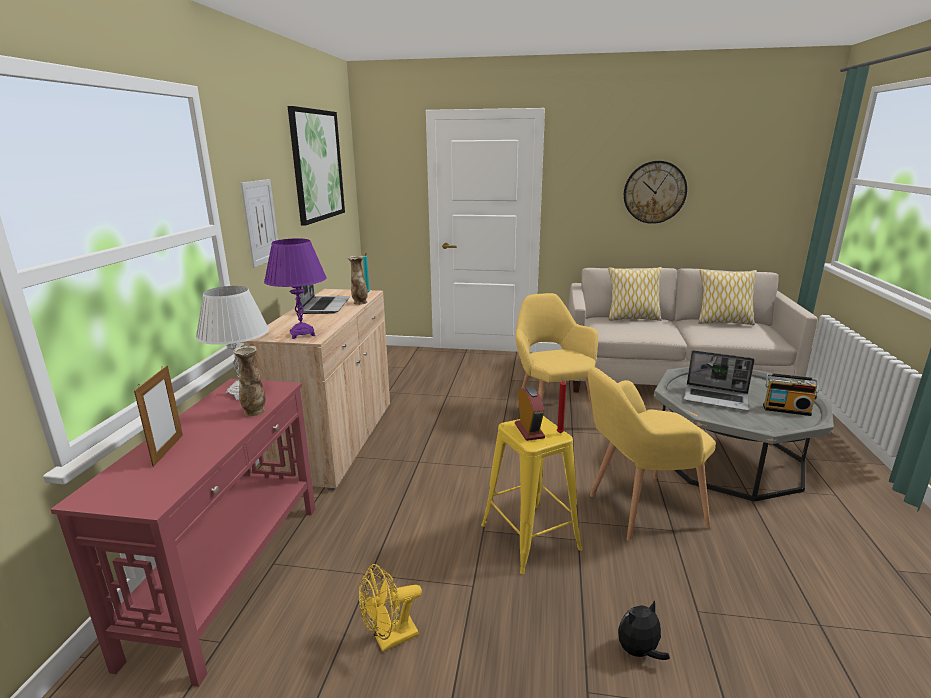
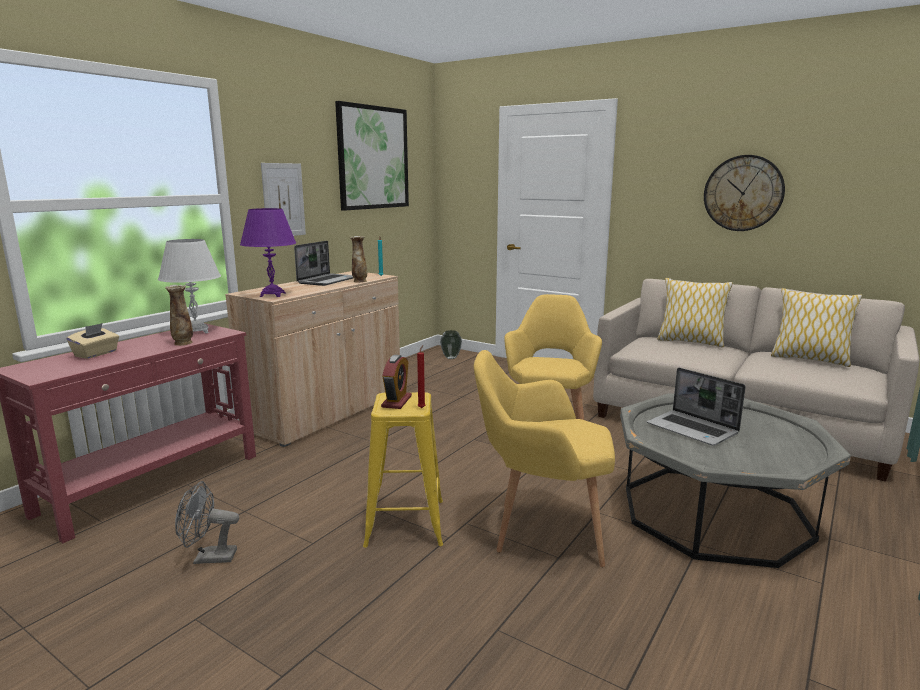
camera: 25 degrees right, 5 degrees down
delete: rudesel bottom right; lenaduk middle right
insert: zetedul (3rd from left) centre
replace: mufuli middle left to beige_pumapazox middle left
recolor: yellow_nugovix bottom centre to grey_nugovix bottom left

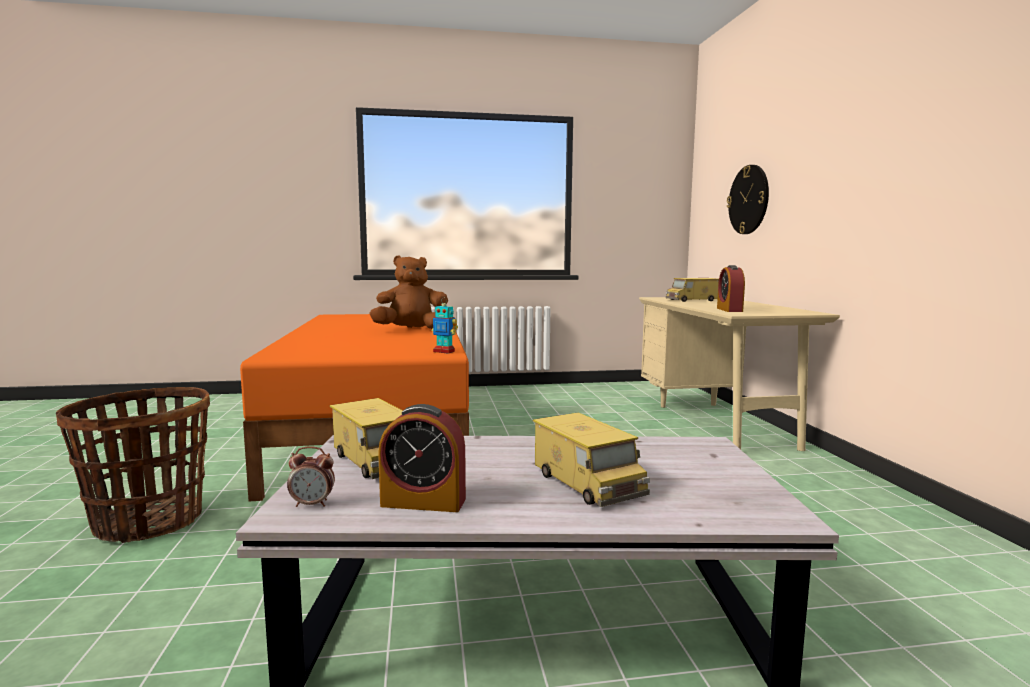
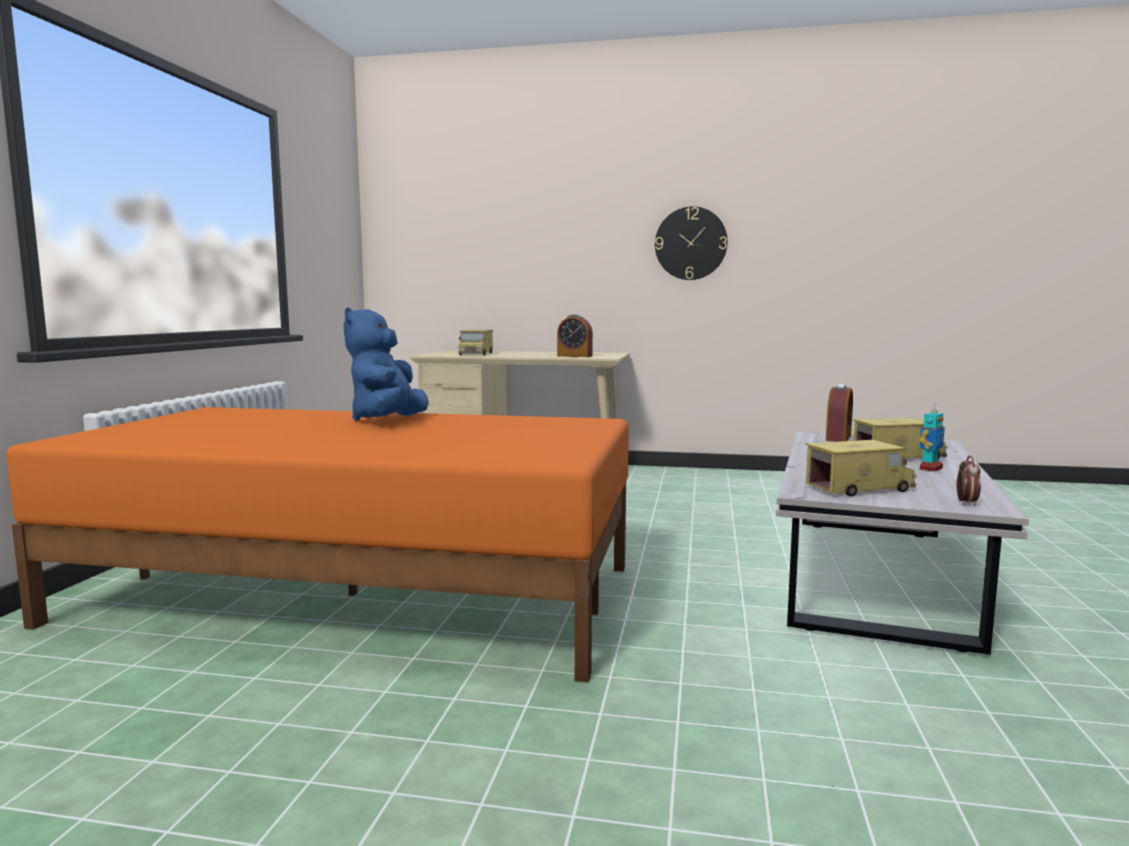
camera: 70 degrees left, 0 degrees up
delete: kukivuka bottom left
move: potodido (2nd from left) bottom centre to middle right; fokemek centre to middle right; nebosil top right to top centre
recolor: brown_rudesel centre to blue_rudesel centre

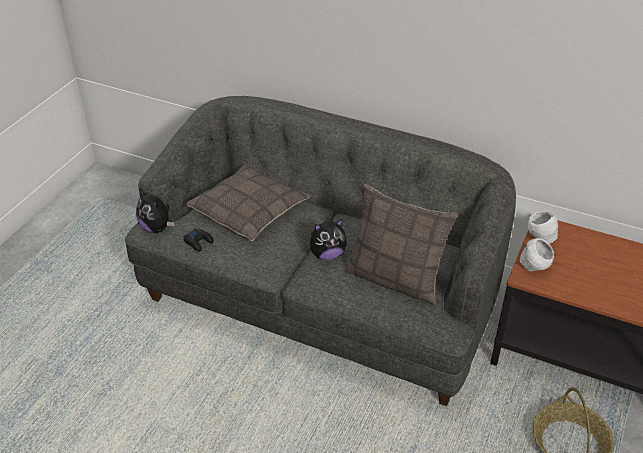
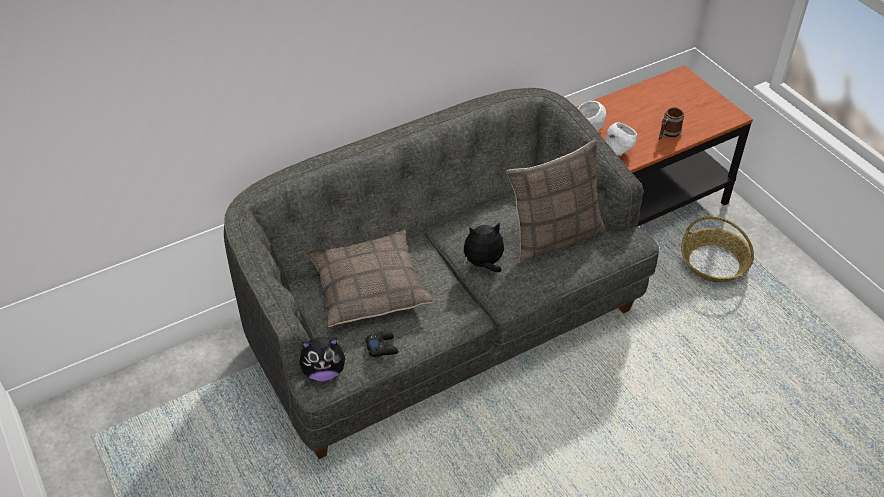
camera: 55 degrees left, 5 degrees up
insert: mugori top right
rotate: rudesel (2nd from left) centre = centre 120 degrees counterclockwise

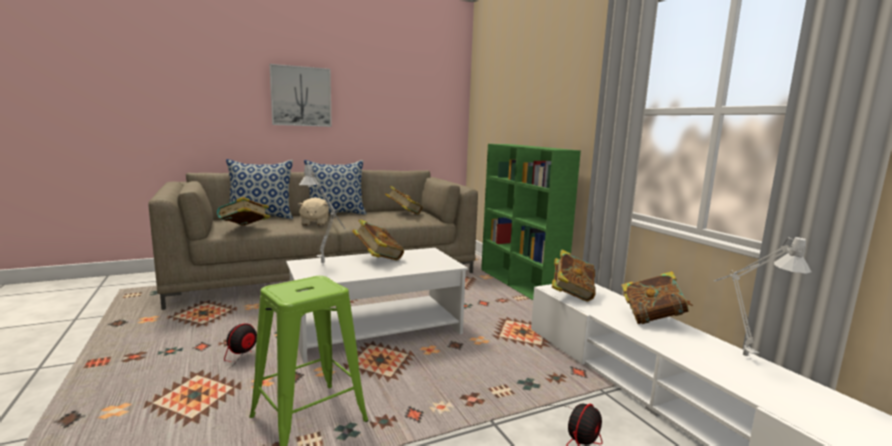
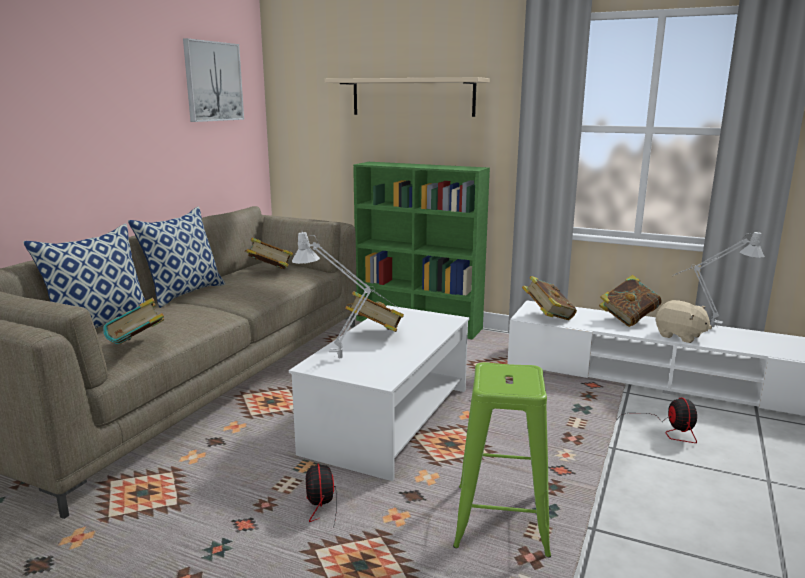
camera: 40 degrees left, 5 degrees up
insert: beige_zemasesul top centre
move: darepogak top centre to top left; beige_rudesel centre to middle right

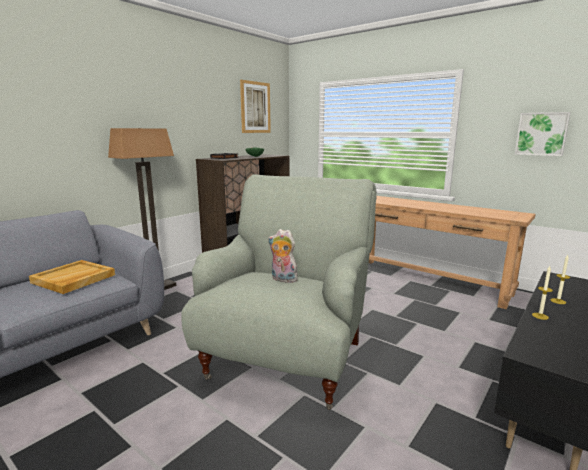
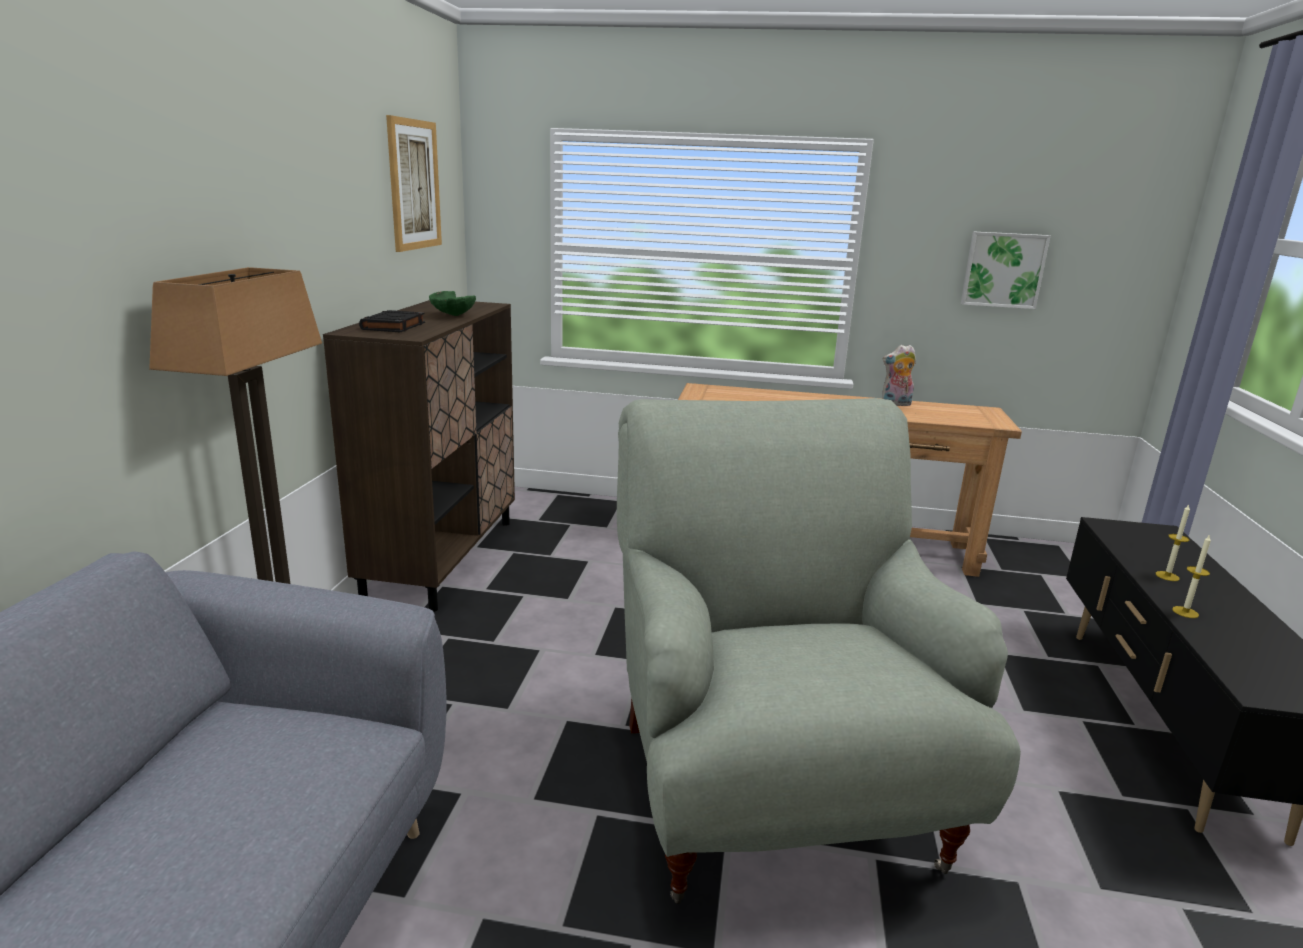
camera: 30 degrees left, 5 degrees up
delete: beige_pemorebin middle left
move: rudesel centre to middle right

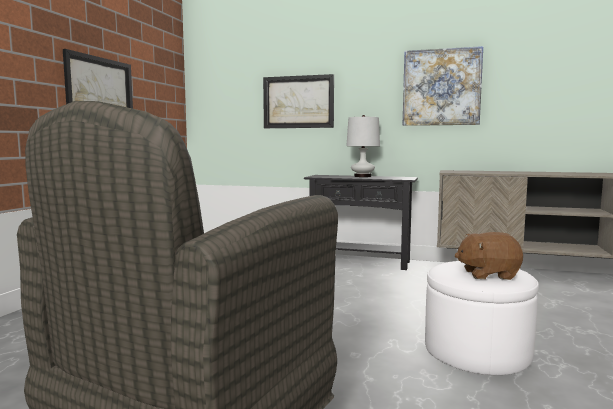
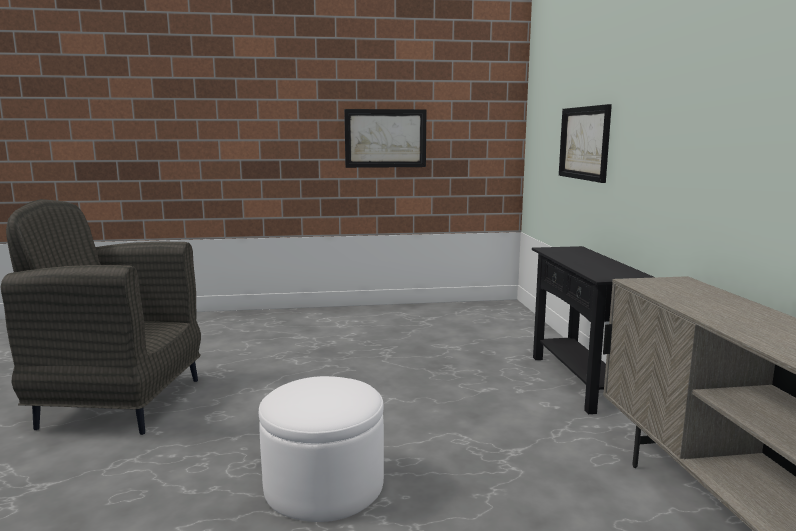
camera: 65 degrees right, 5 degrees up
delete: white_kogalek centre; darepogak (3rd from left) top right; brown_rudesel middle right

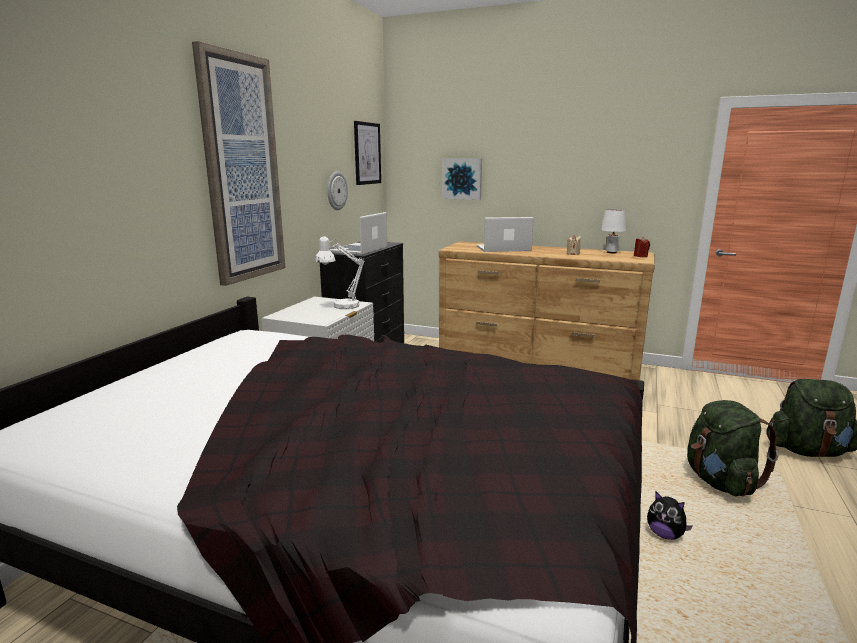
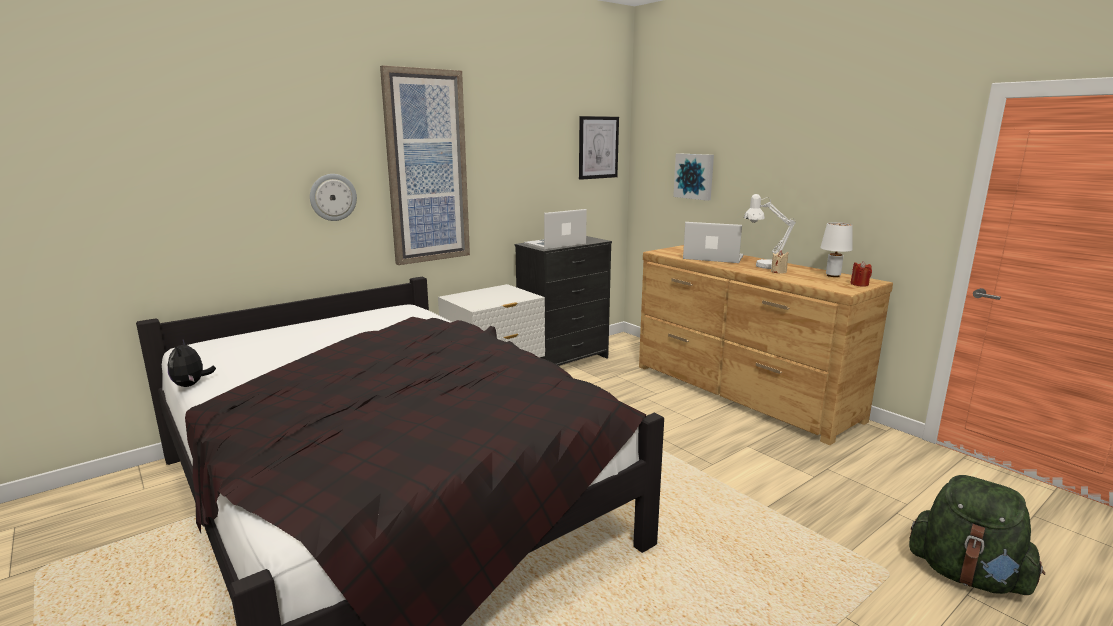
camera: 30 degrees right, 0 degrees up
delete: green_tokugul (1st from left) bottom right
move: white_kogalek (1st from left) centre to middle right; nebosil top centre to top left; rudesel bottom right to middle left

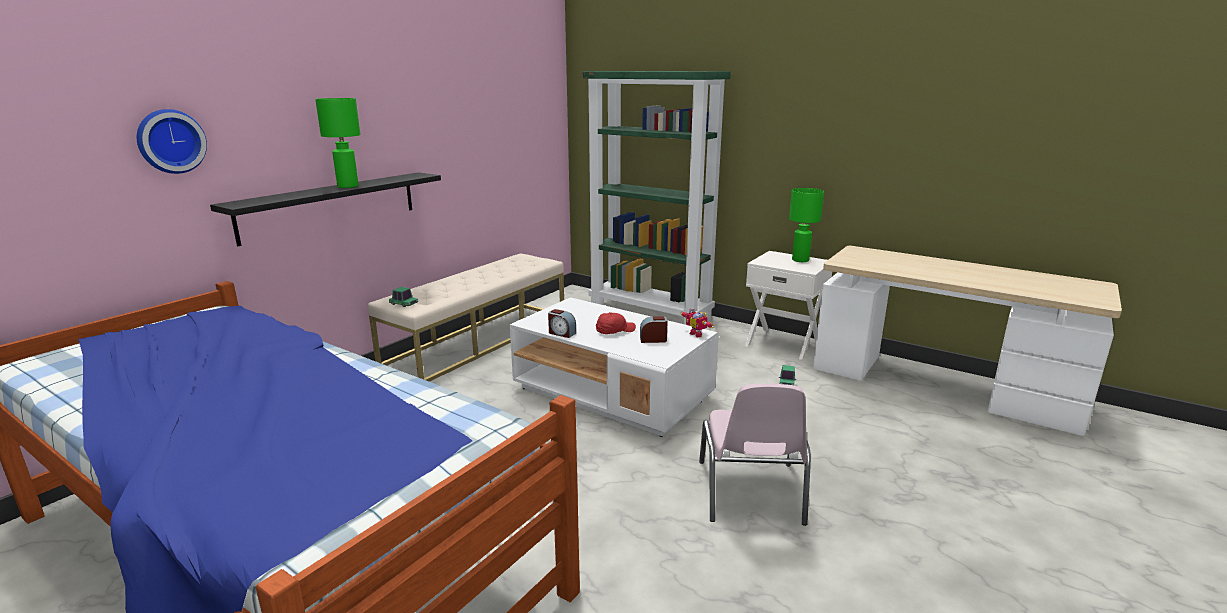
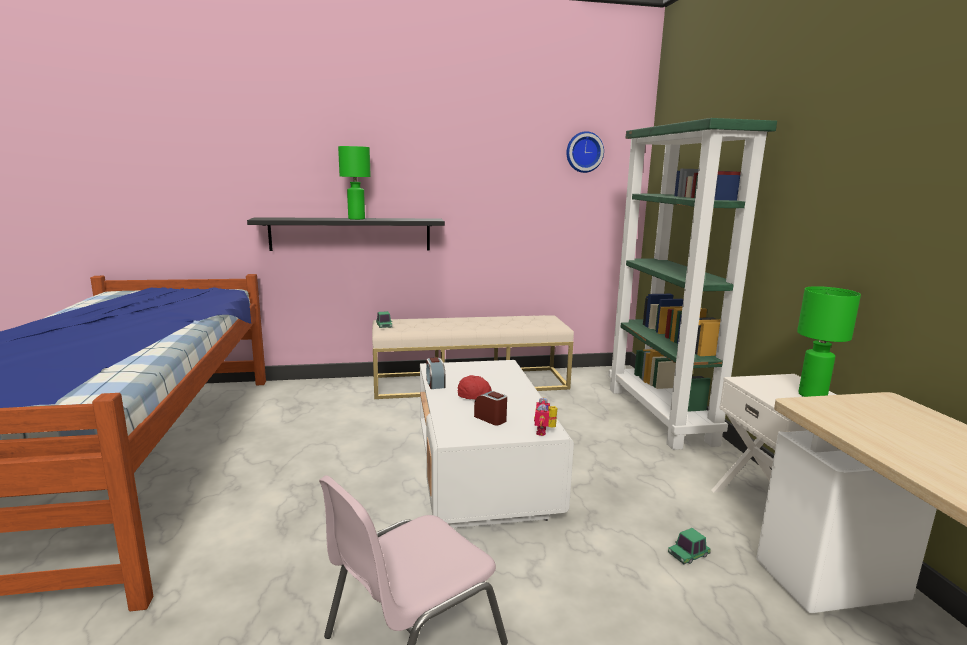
camera: 45 degrees right, 5 degrees down
move: nebosil top left to top centre

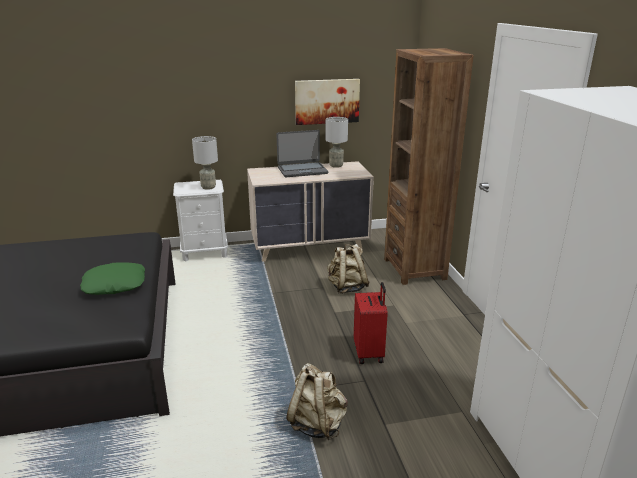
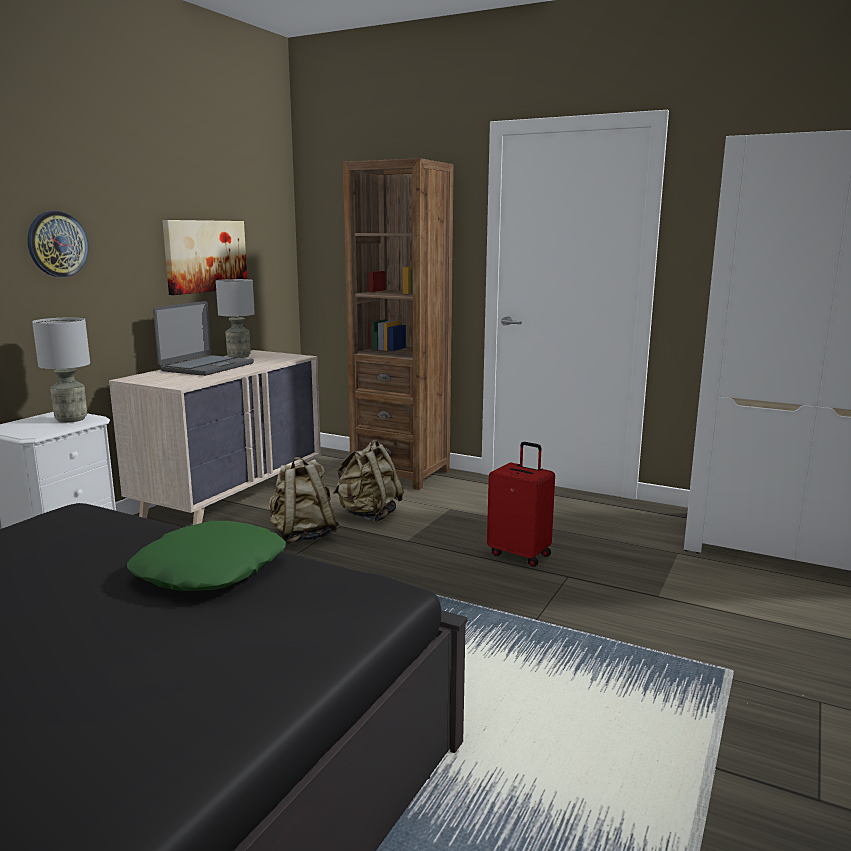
camera: 50 degrees left, 10 degrees down
insert: nebosil top left
move: beige_tokugul (1st from left) bottom centre to centre

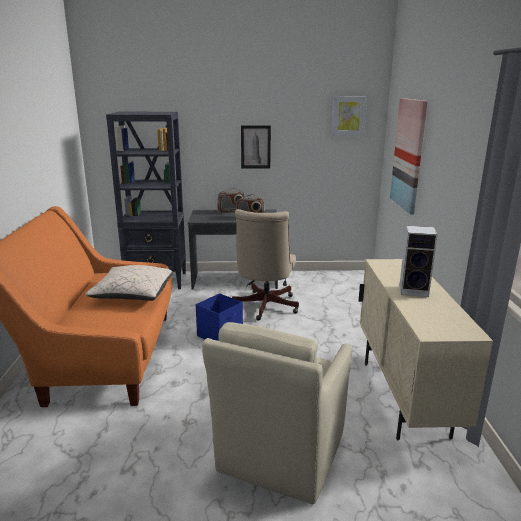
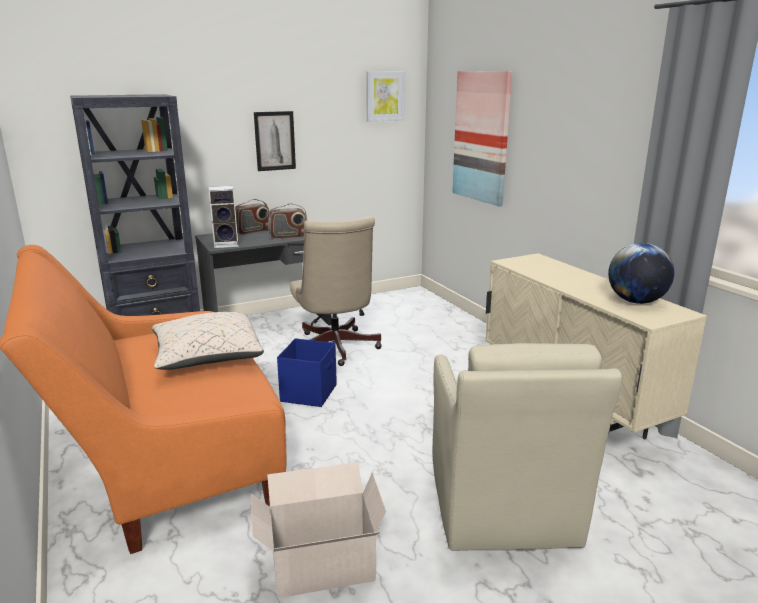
camera: 25 degrees left, 0 degrees up
insert: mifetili bottom centre; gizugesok middle right
move: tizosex middle right to middle left

